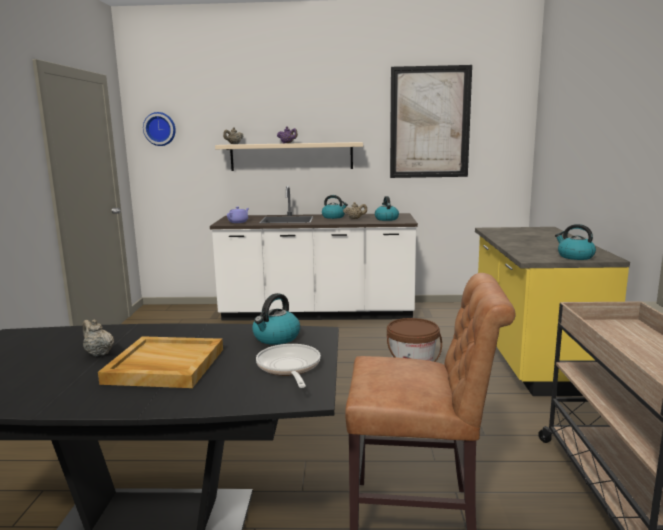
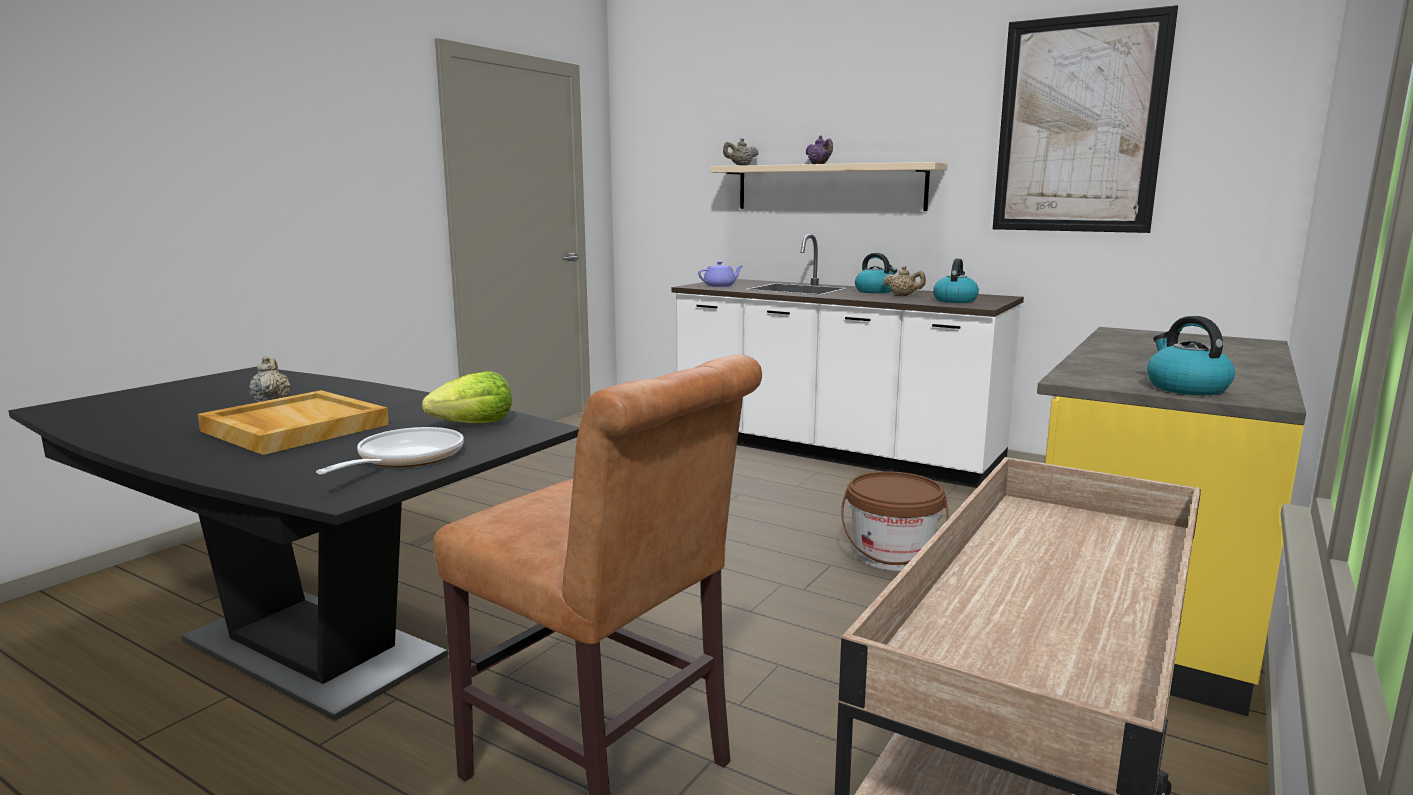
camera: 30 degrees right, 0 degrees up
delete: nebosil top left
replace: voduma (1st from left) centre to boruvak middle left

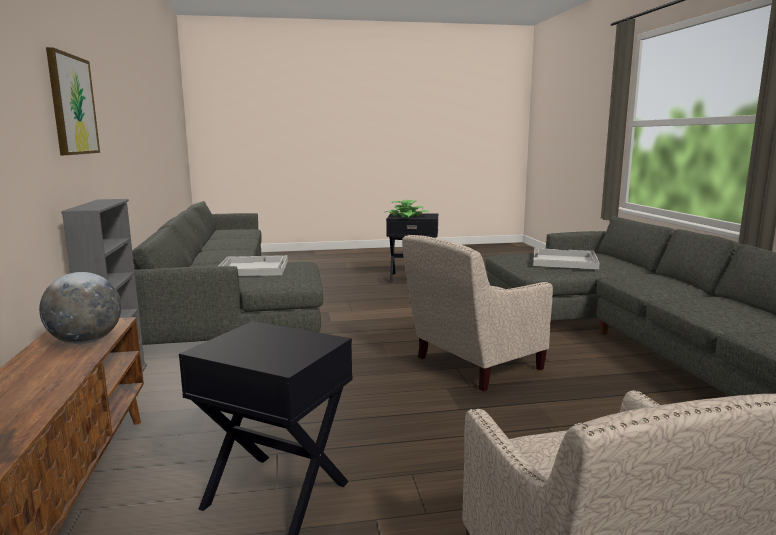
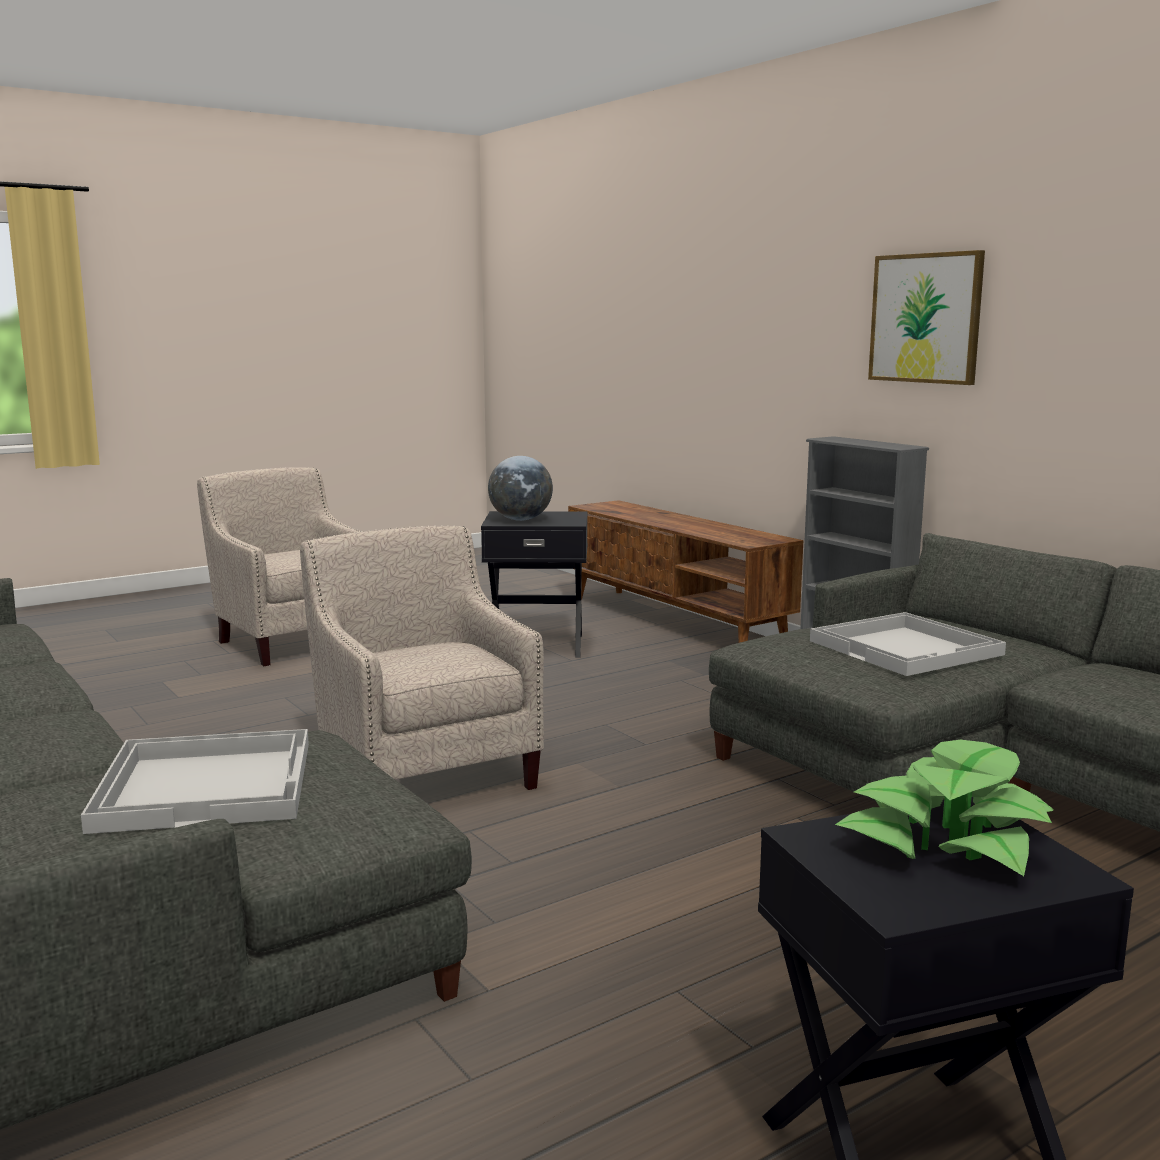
camera: 155 degrees right, 0 degrees up
move: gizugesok middle left to centre
rotate: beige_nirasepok (1st from left in the first image) centre = centre 60 degrees counterclockwise

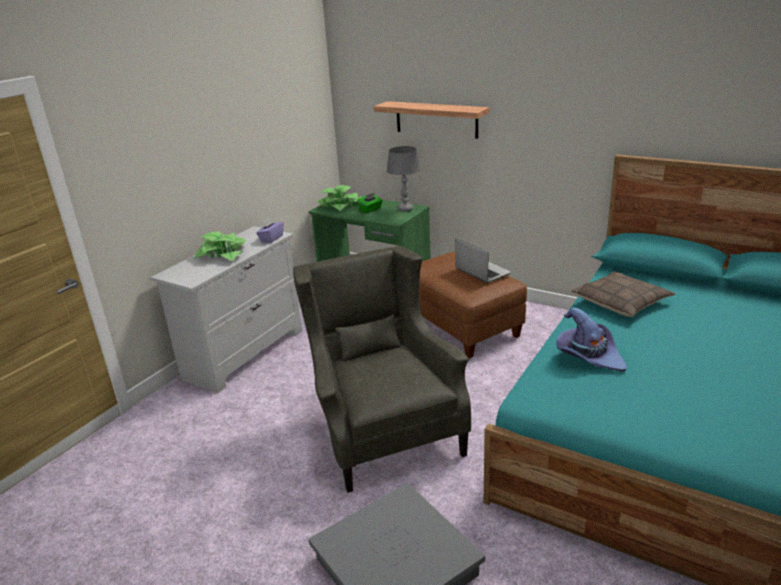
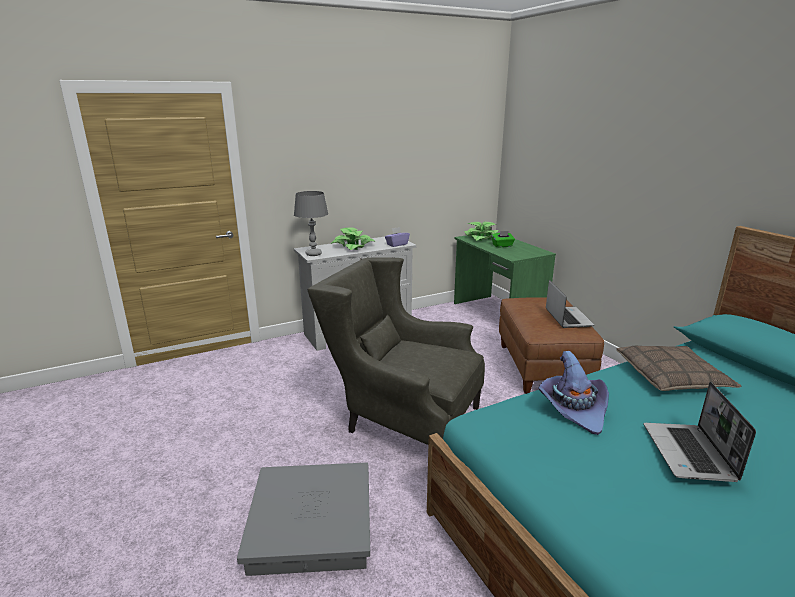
camera: 30 degrees right, 5 degrees down
delete: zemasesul top centre
insert: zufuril (2nd from left) bottom right
move: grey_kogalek top centre to centre
rotate: grey_nirasepok centre = centre 75 degrees counterclockwise

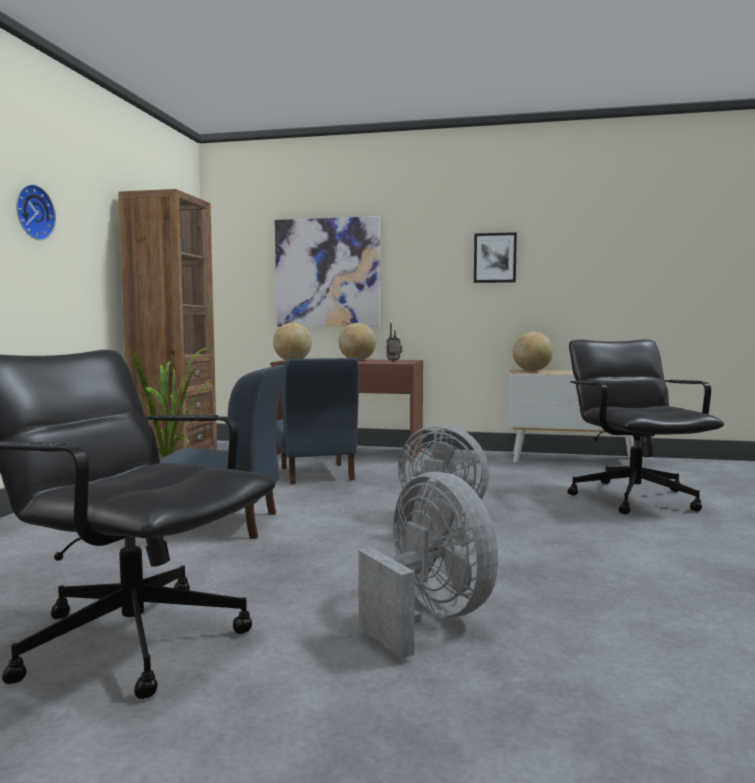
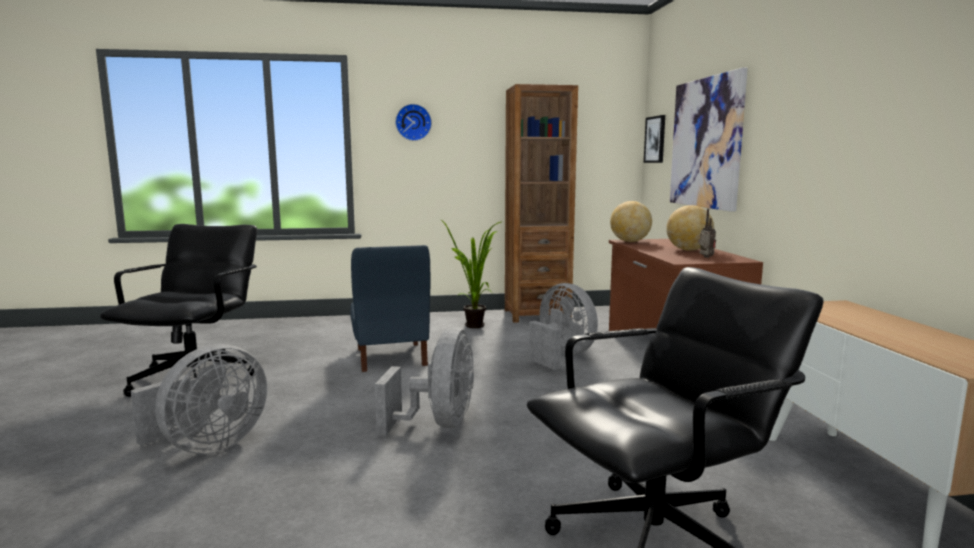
camera: 70 degrees right, 5 degrees up
delete: gizugesok (3rd from left) middle right
move: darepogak (2nd from left in the first image) top centre to darepogak (1st from left) top right
replace: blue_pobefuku (2nd from left) centre to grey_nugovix (3rd from left) centre

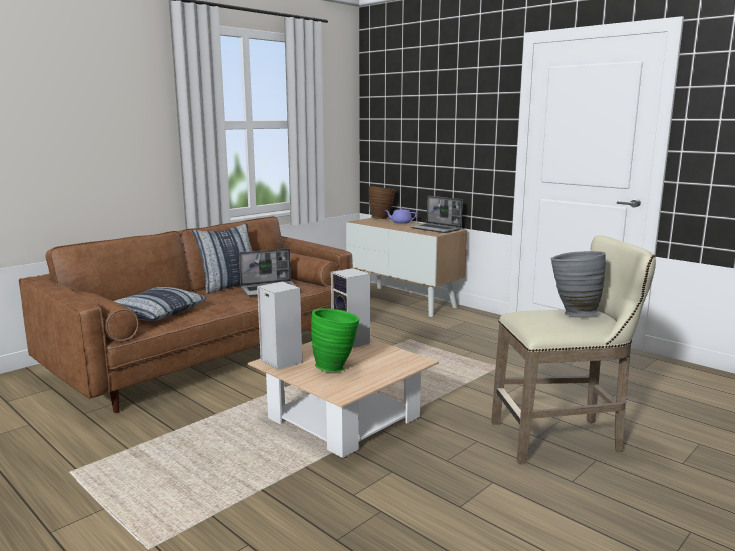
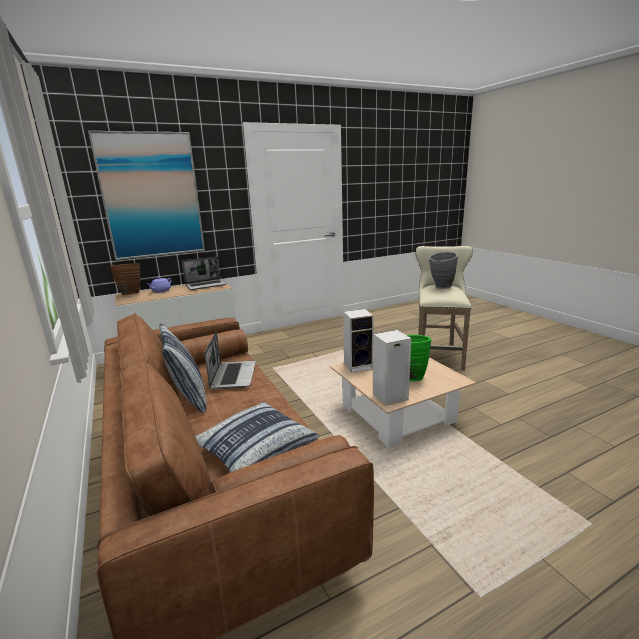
camera: 70 degrees left, 5 degrees up
insert: darepogak top left

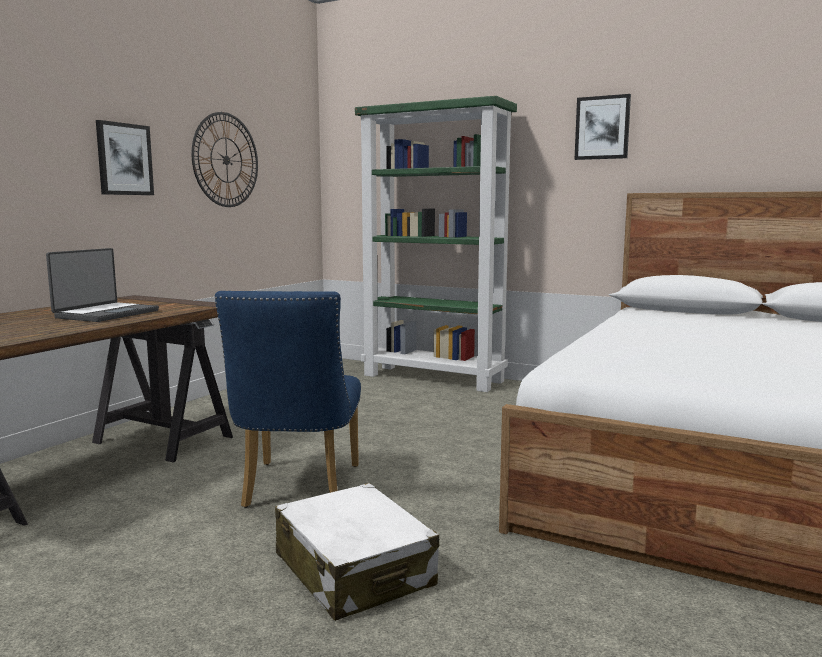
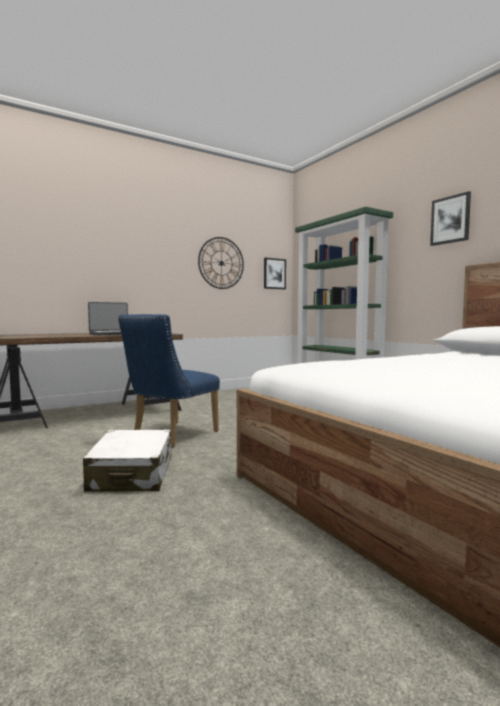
camera: 30 degrees right, 5 degrees down
move: darepogak (1st from left) top left to centre

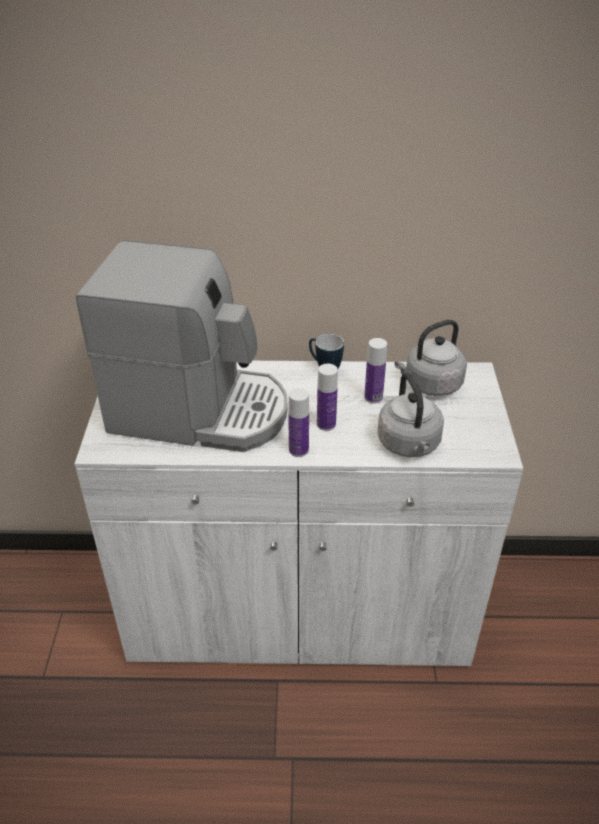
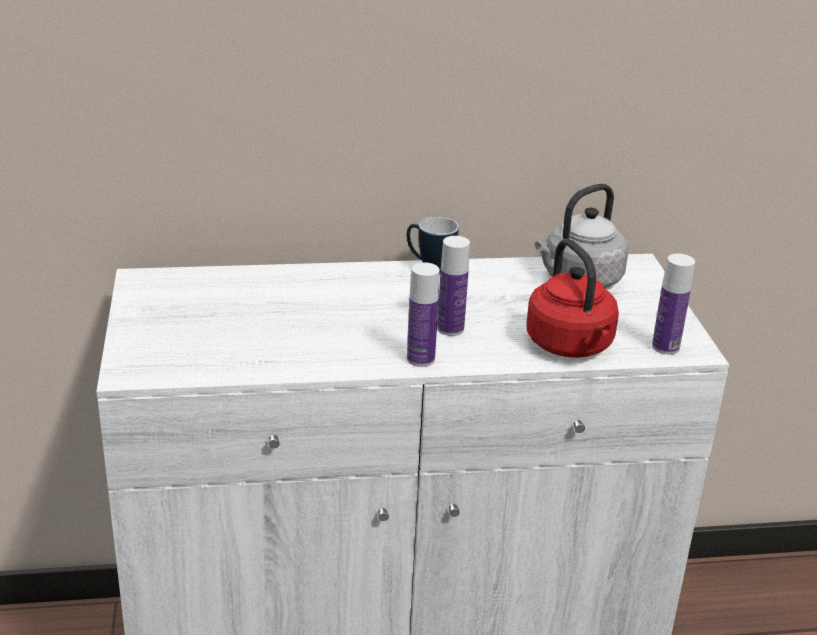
camera: 10 degrees left, 10 degrees down
delete: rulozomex middle left
move: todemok (3rd from left) centre to middle right
recolor: grey_voduma (1st from left) middle right to red_voduma middle right

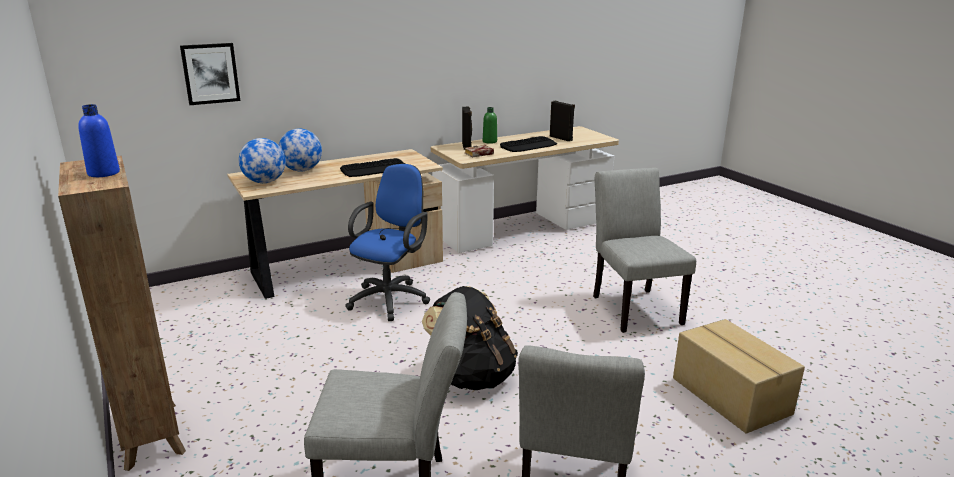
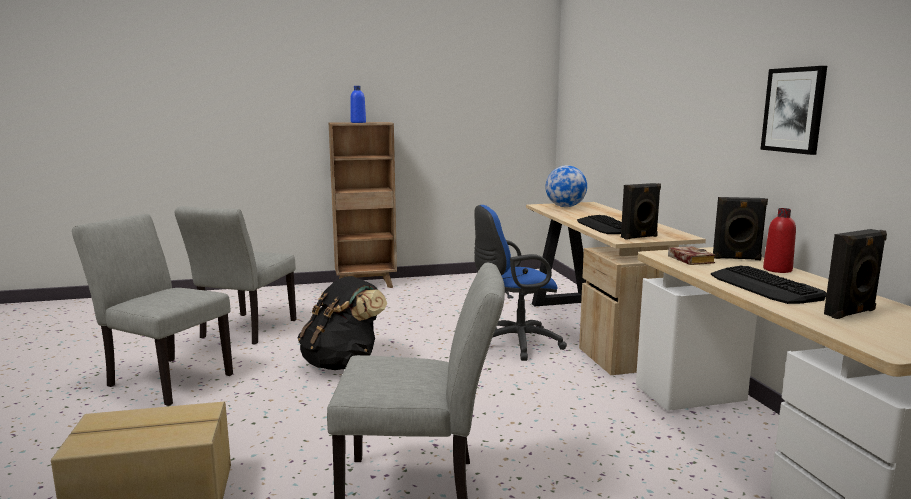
camera: 105 degrees right, 10 degrees down
delete: gizugesok (2nd from left) top left
insert: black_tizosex (1st from left) middle right
move: darepogak top left to top right
recolor: green_todemok top centre to red_todemok middle right
rotate: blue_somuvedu centre = centre 120 degrees clockwise

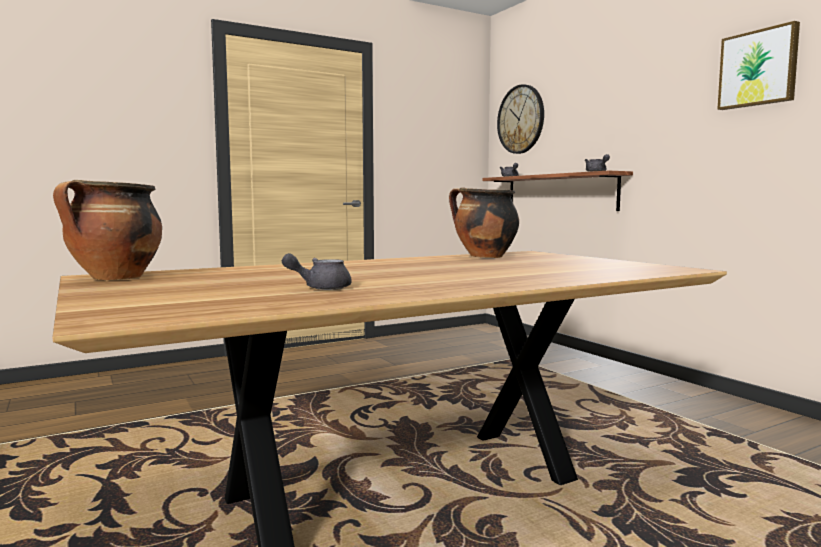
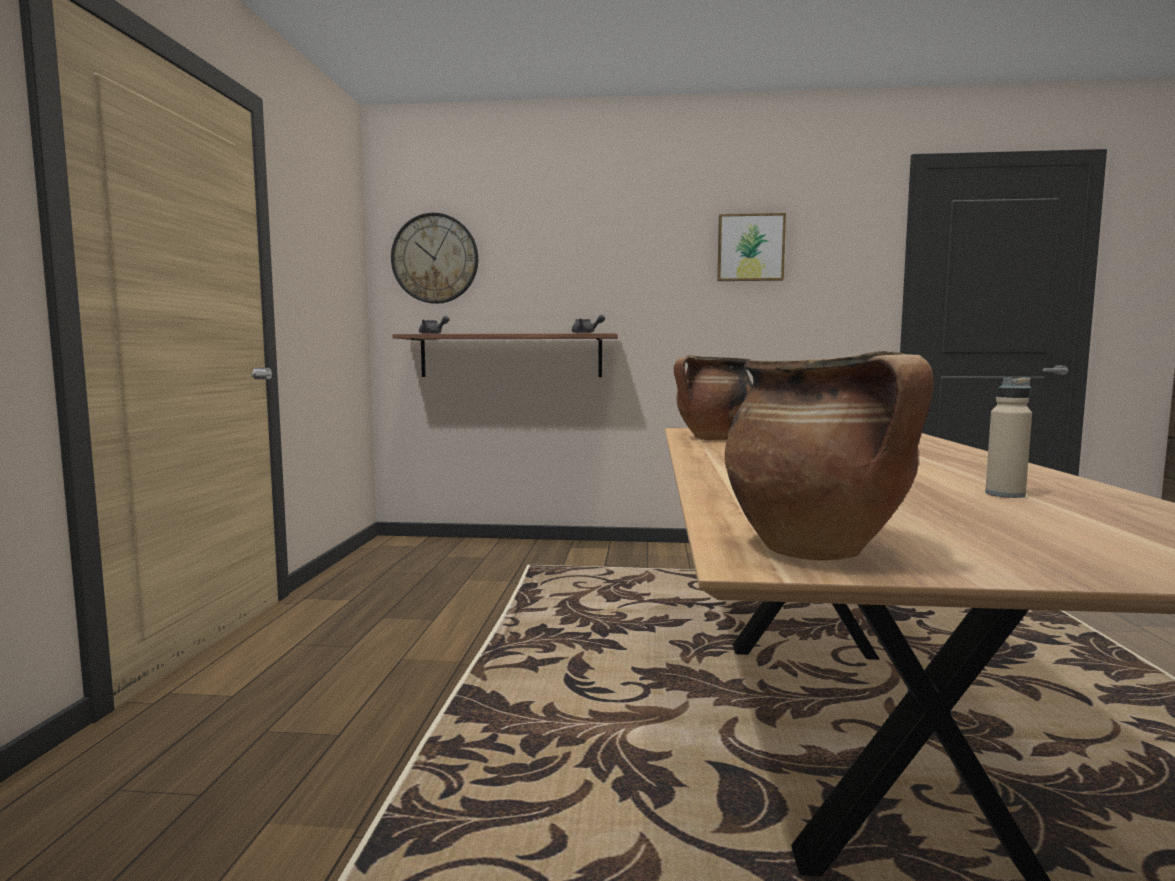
camera: 55 degrees left, 0 degrees up
replace: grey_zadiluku (1st from left) centre to beige_todemok middle right

